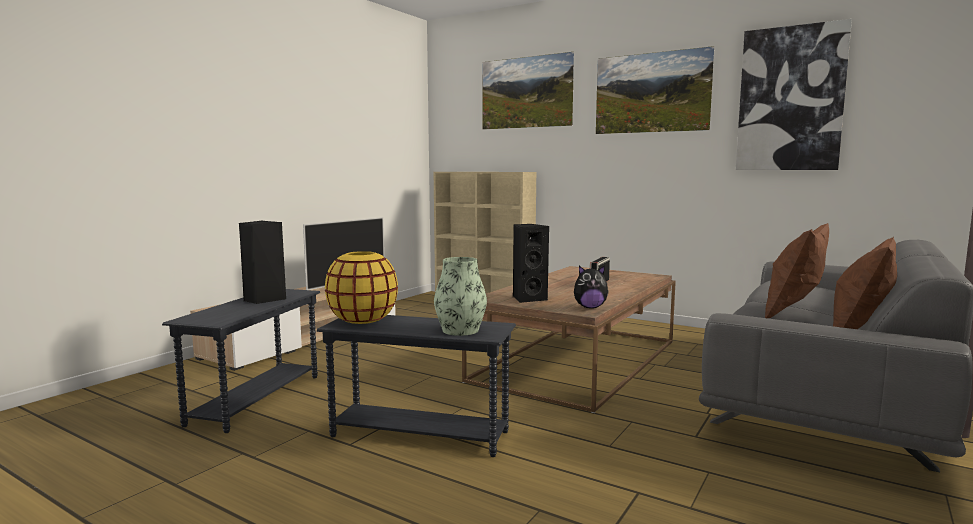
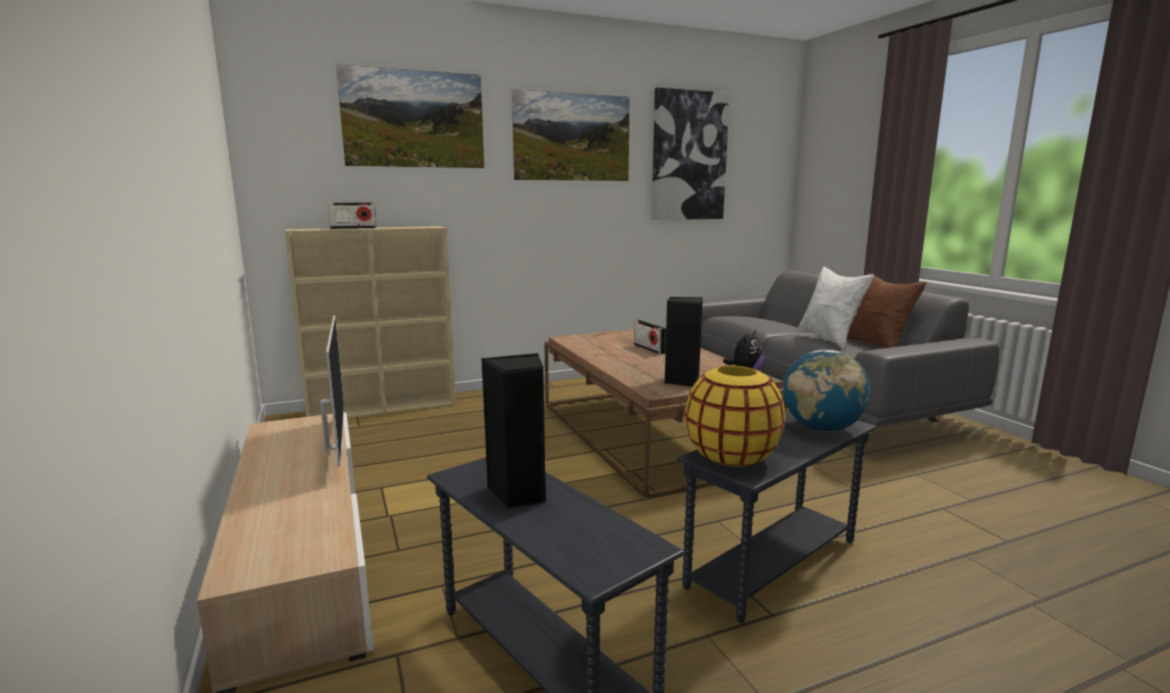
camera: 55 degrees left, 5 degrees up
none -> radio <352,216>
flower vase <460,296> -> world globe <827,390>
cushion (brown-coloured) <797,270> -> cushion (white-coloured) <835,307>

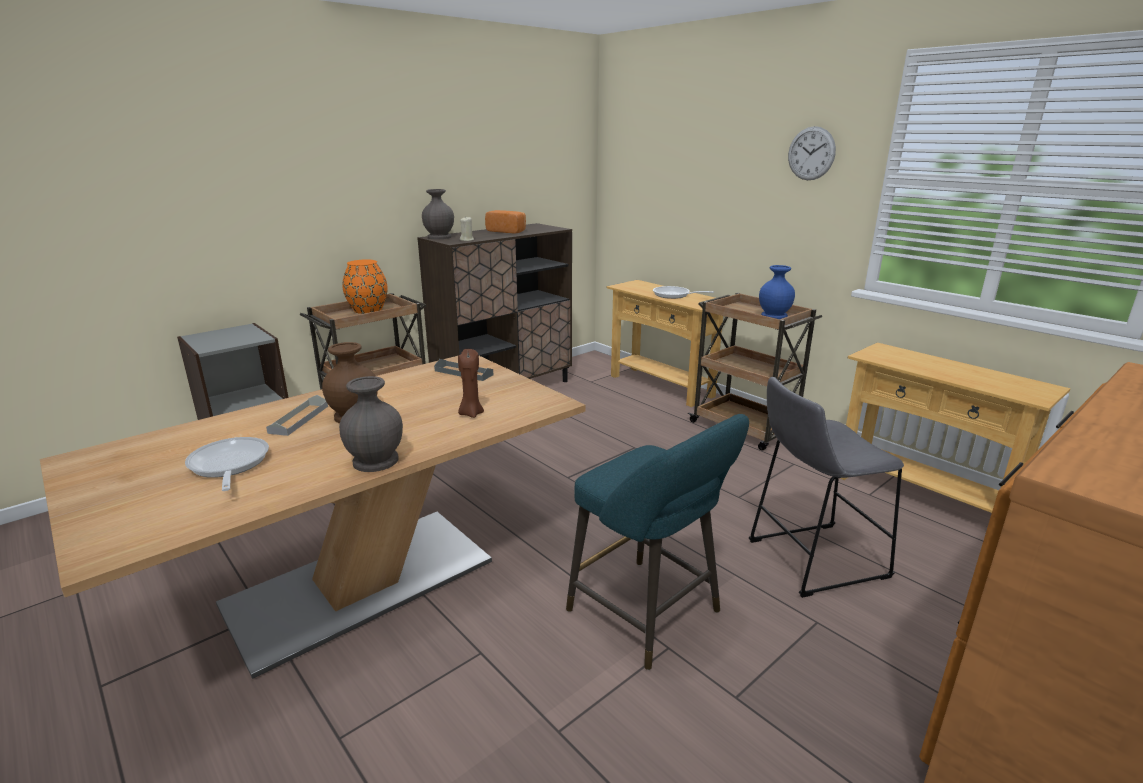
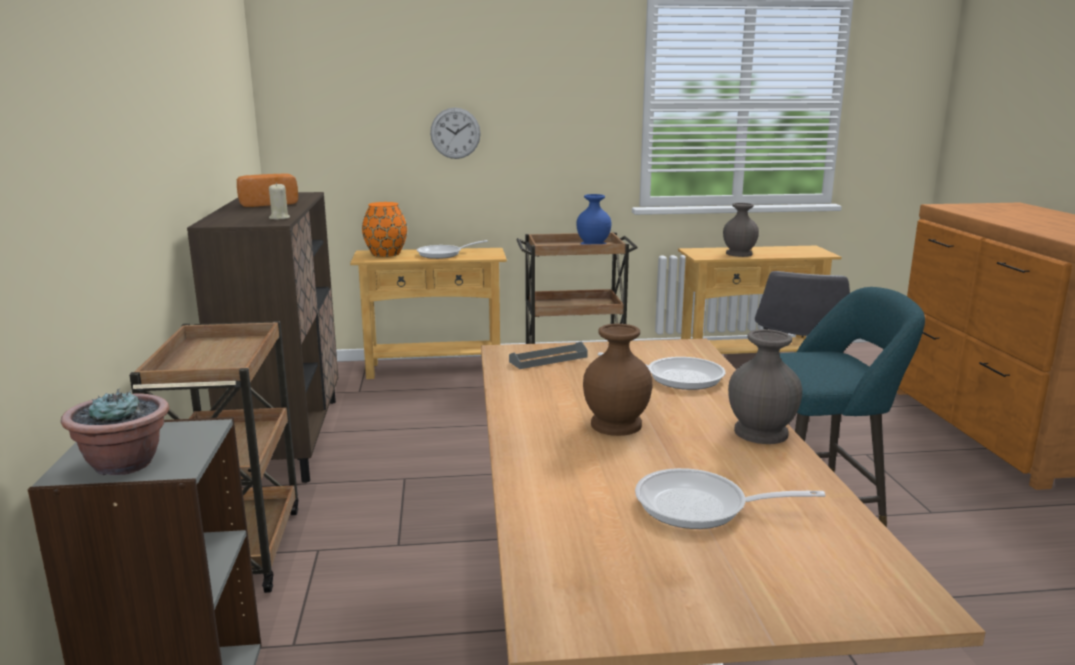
camera: 55 degrees left, 5 degrees down
serving tray (greyish) <297,415> -> none
none -> plant in a pot <115,431>
flower vase (orangey) <365,287> -> flower vase (orangey) <384,229>, shifted
flower vase (greyish) <438,214> -> flower vase (greyish) <741,230>, shifted
wall clock <812,153> -> wall clock <455,133>, shifted
candle (brown-coloured) <471,383> -> pan <661,371>

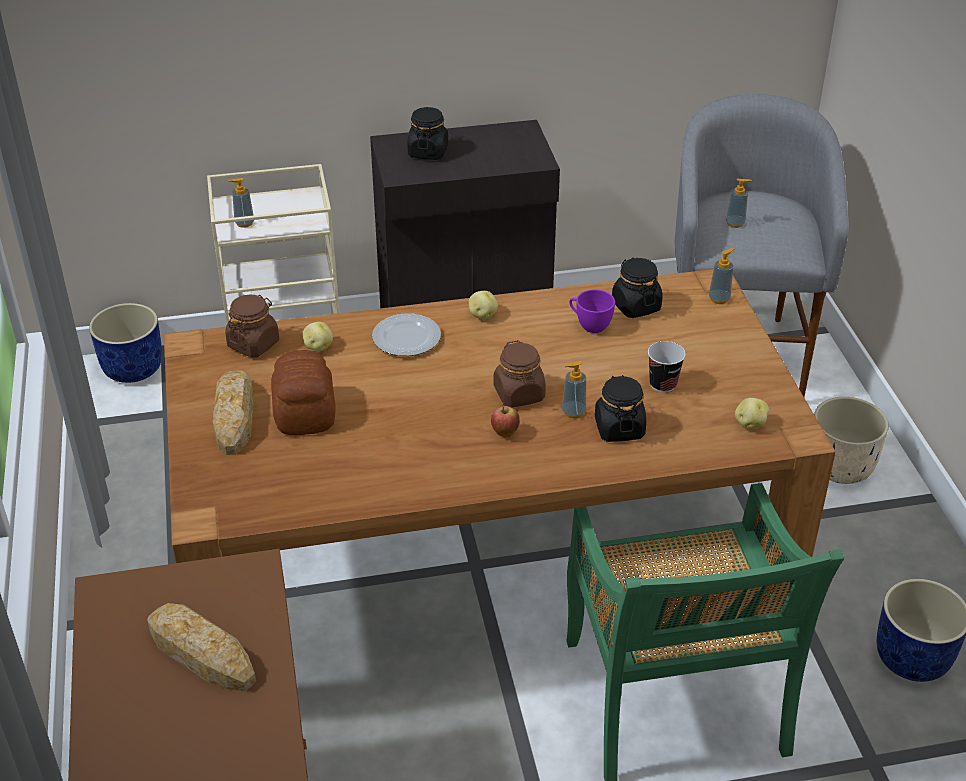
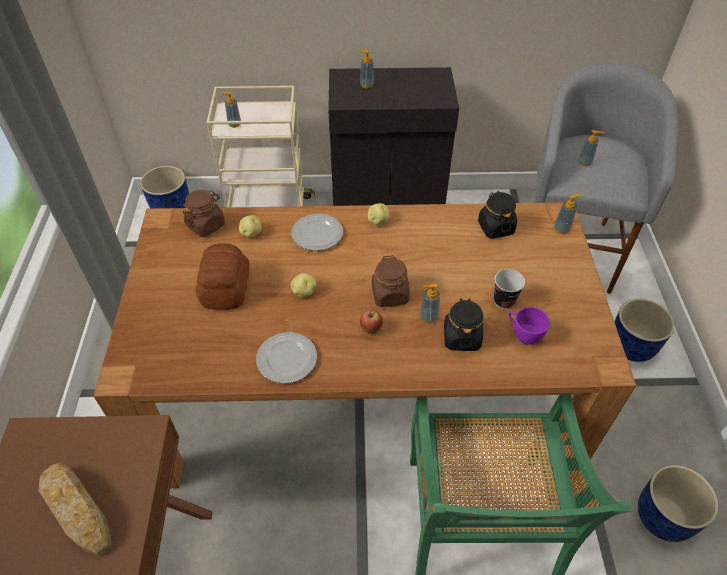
camera: 10 degrees right, 10 degrees up
bakery bread <233,412> -> none
none -> dinner plate <286,357>
cup (purple-coloured) <592,311> -> cup (purple-coloured) <529,326>, shifted
whole potato <752,413> -> whole potato <303,285>, shifted
preserve jar (blackish) <427,133> -> liquid soap bottle <367,69>
plant pot (beige) <851,440> -> plant pot (blue) <644,330>

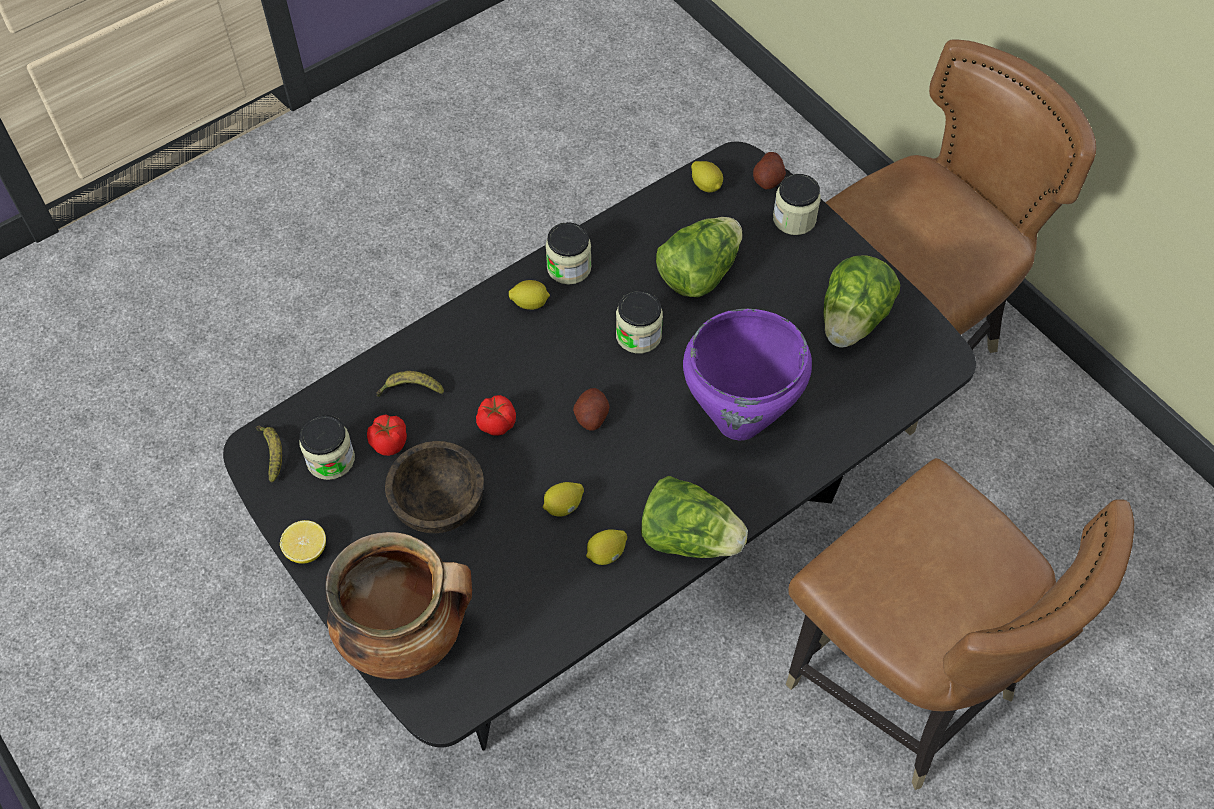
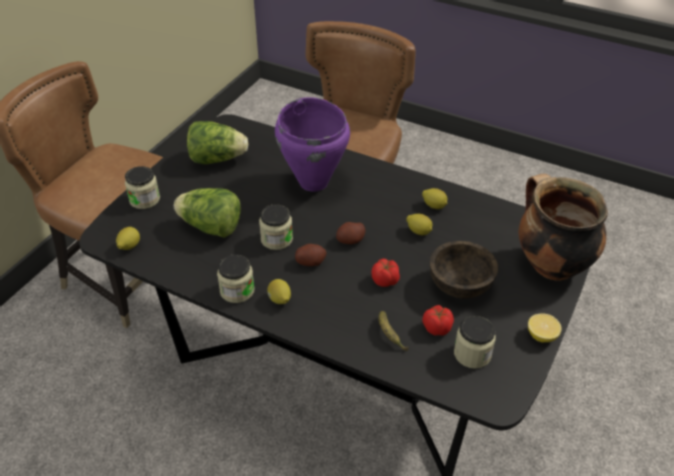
camera: 115 degrees left, 15 degrees down
whole banana <268,453> -> none
lettuce <694,517> -> none
whole potato <769,170> -> whole potato <311,255>, shifted

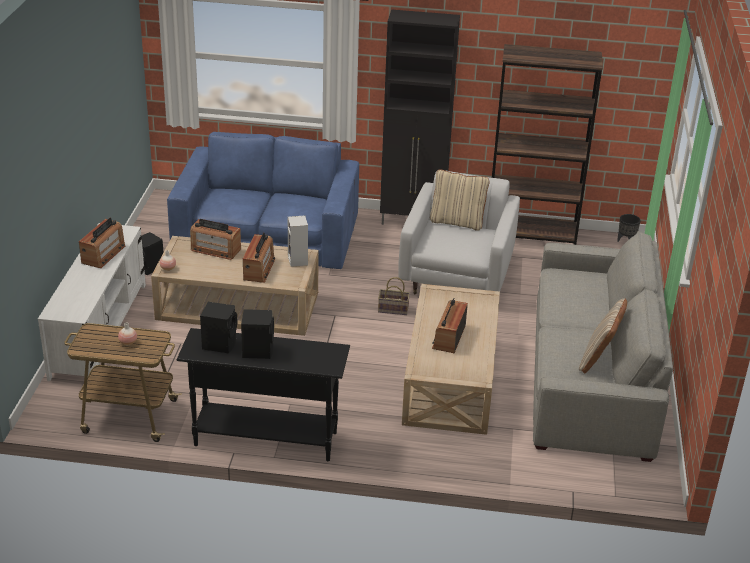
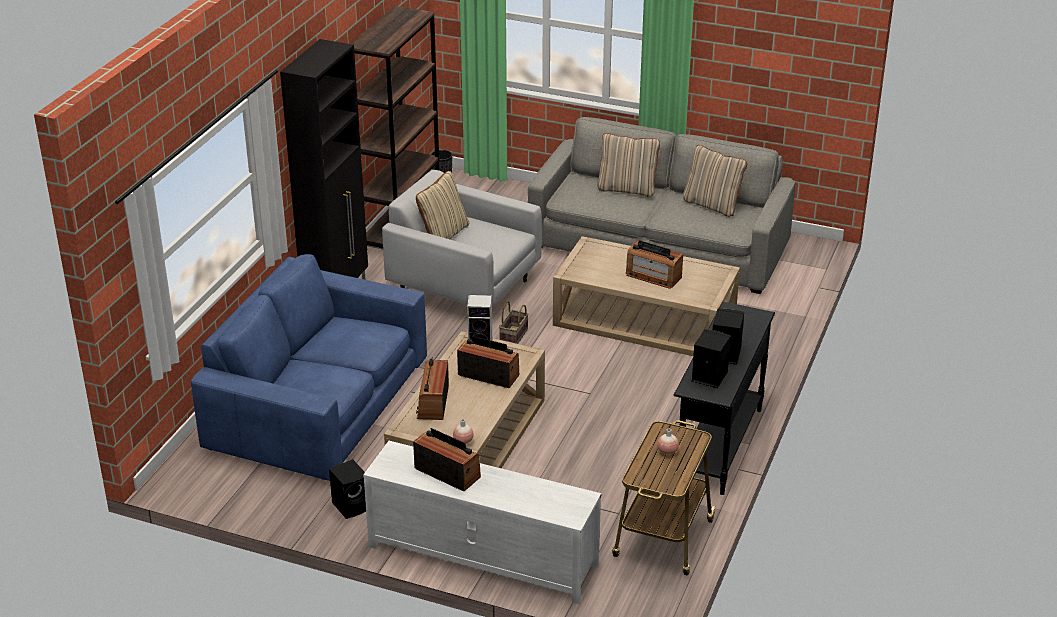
camera: 75 degrees left, 0 degrees up
none -> cushion (beige) <628,165>
radio <215,239> -> radio <432,388>, 150 degrees clockwise

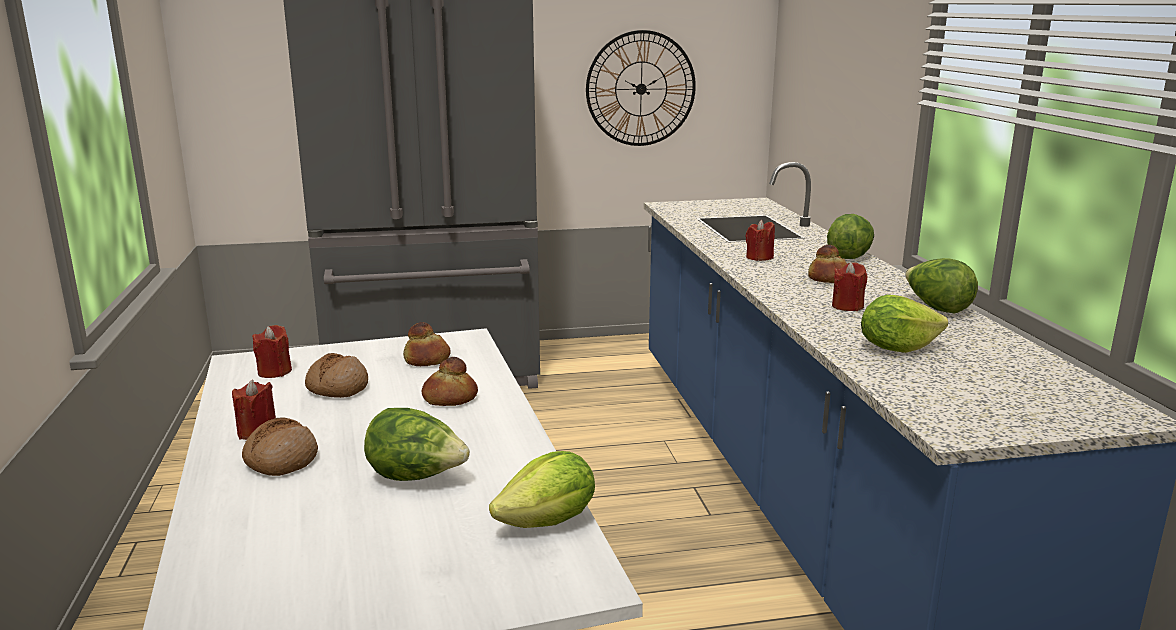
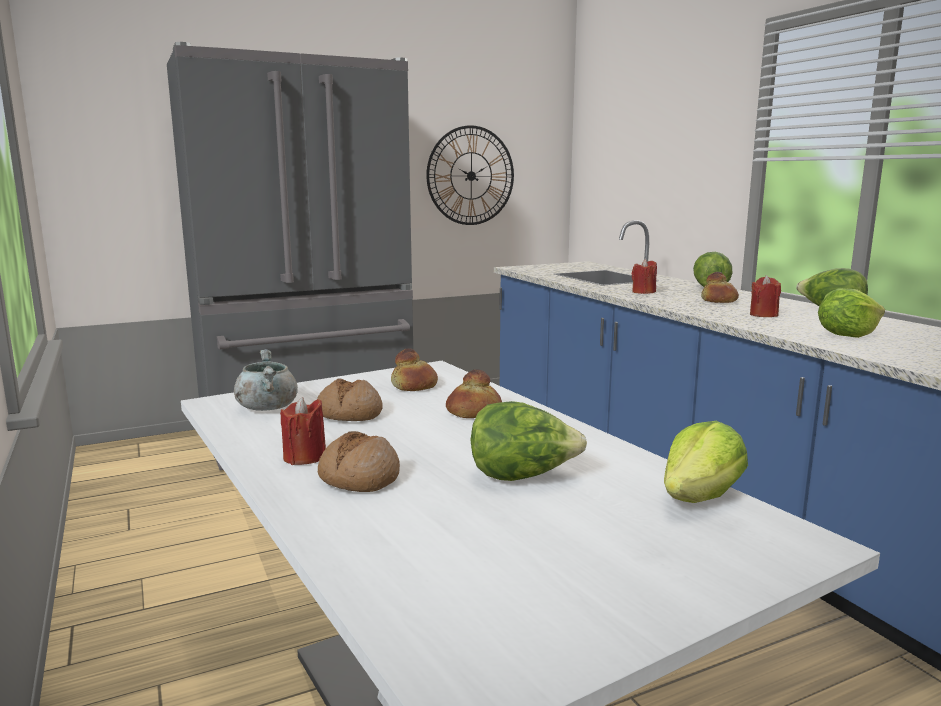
camera: 15 degrees left, 5 degrees down
candle (red-coloured) <272,351> -> cooking pot (greyish) <266,380>

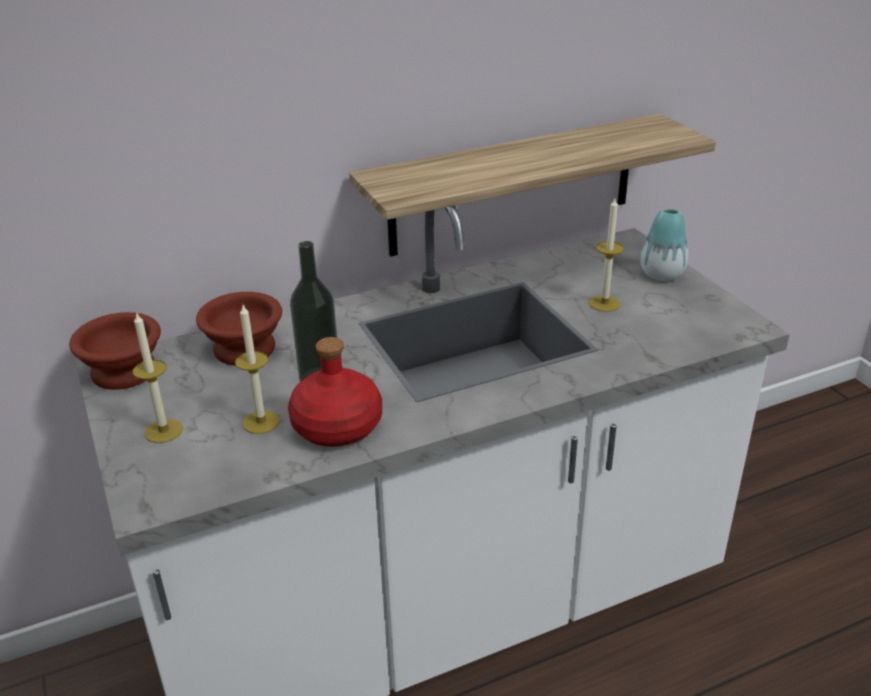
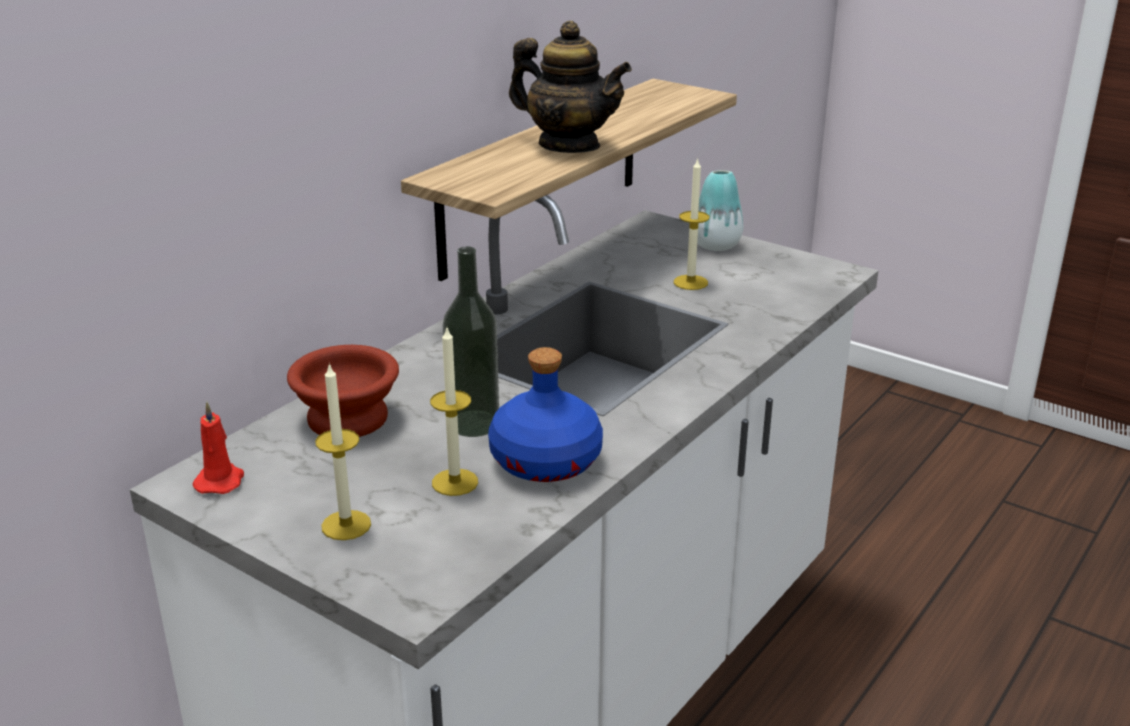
camera: 30 degrees left, 5 degrees down
none -> teapot <570,87>
serving bowl (brown-coloured) <115,351> -> candle (red-coloured) <218,448>
bottle (red-coloured) <335,392> -> bottle (blue) <545,414>

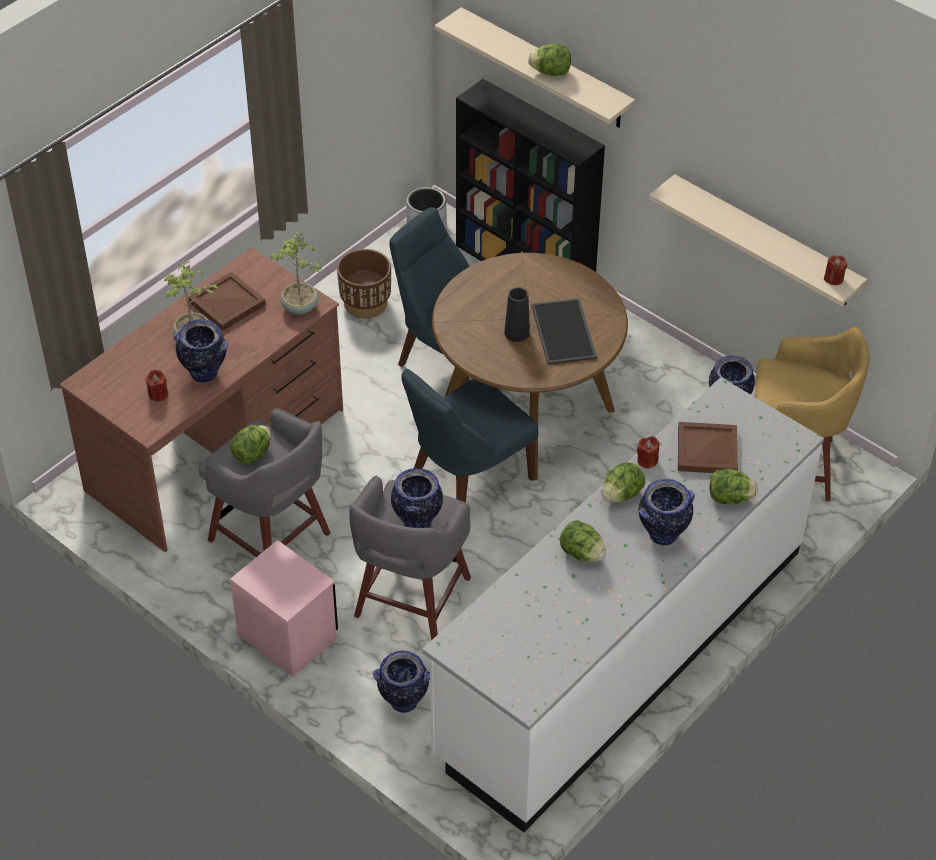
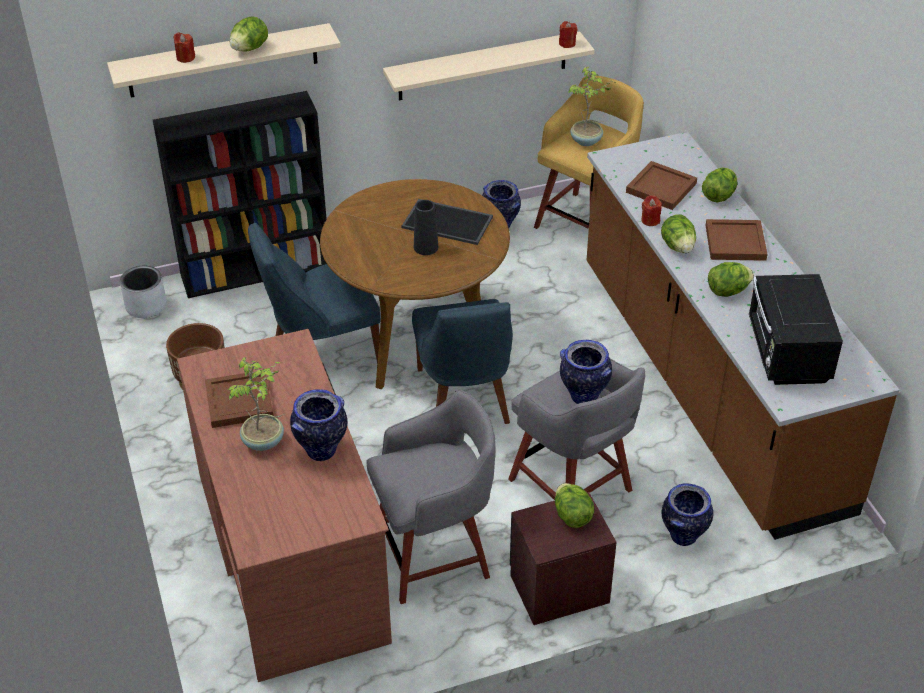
camera: 60 degrees left, 5 degrees down
none -> microwave (blackish) <796,329>
candle (red-coloured) <157,386> -> candle (red-coloured) <184,48>, shifted
lettuce <250,444> -> lettuce <574,505>, shifted
plant in a pot <296,273> -> plant in a pot <591,106>, shifted
flower vase <666,512> -> serving tray (brown-coloured) <736,240>
bedside table (pink-coloured) <284,608> -> bedside table (brown-coloured) <563,558>
kitchen base unit (white-coloured) <623,605> -> kitchen base unit (brown-coloured) <743,336>

